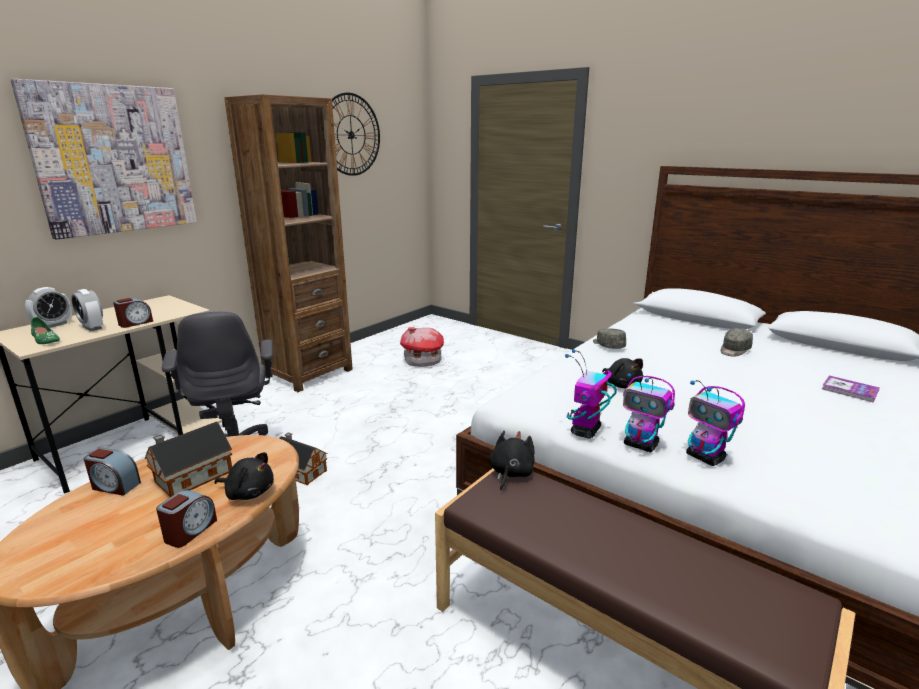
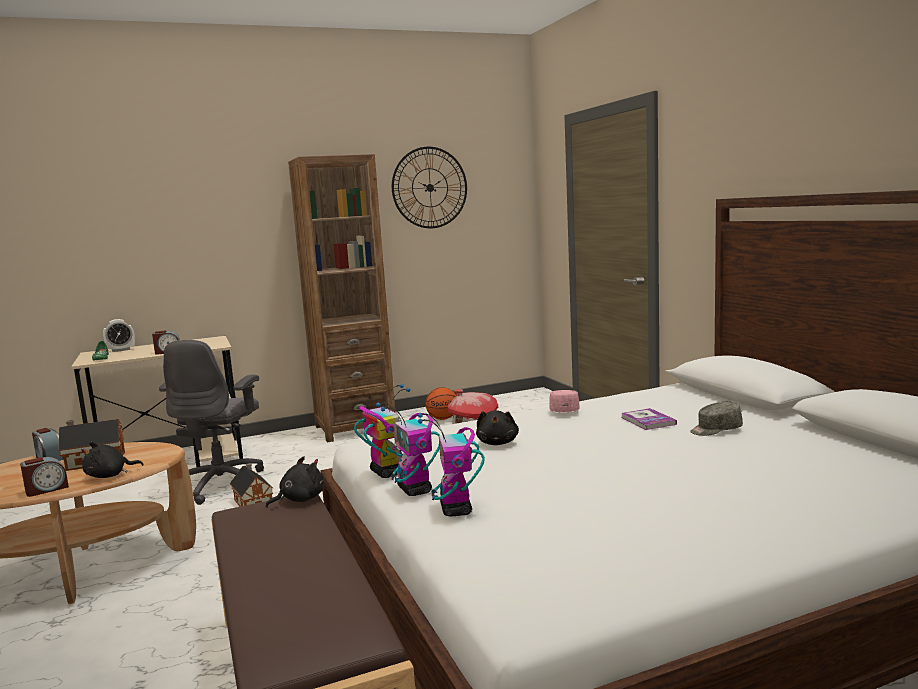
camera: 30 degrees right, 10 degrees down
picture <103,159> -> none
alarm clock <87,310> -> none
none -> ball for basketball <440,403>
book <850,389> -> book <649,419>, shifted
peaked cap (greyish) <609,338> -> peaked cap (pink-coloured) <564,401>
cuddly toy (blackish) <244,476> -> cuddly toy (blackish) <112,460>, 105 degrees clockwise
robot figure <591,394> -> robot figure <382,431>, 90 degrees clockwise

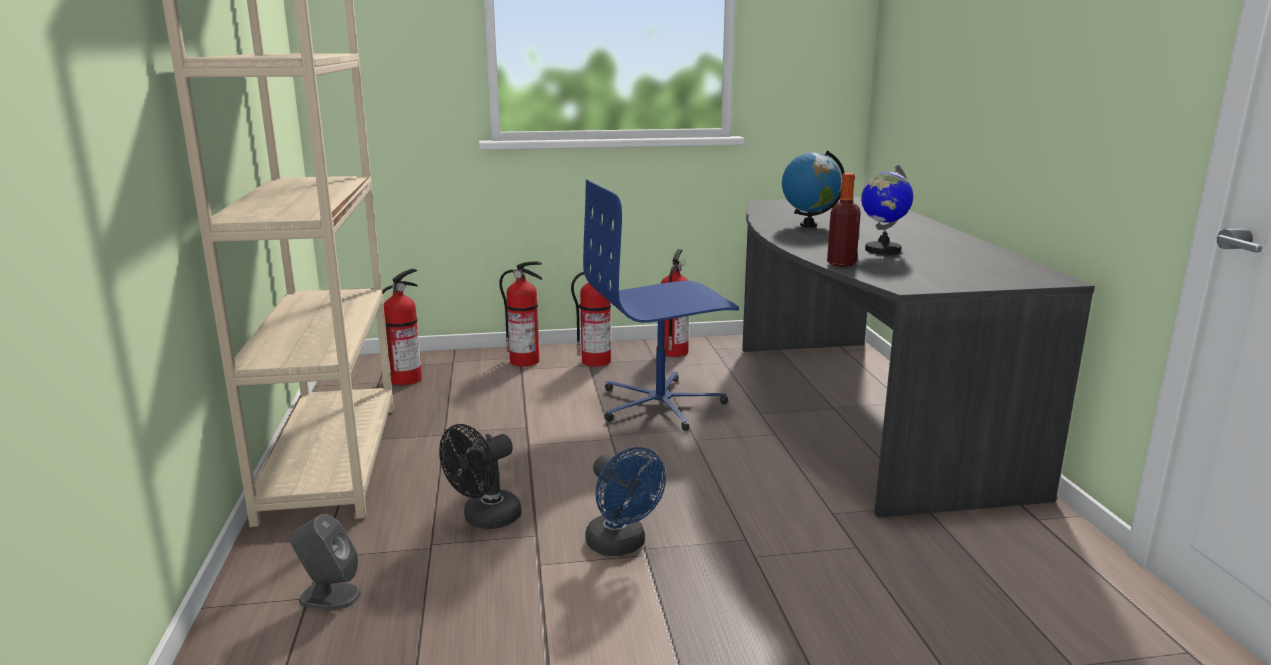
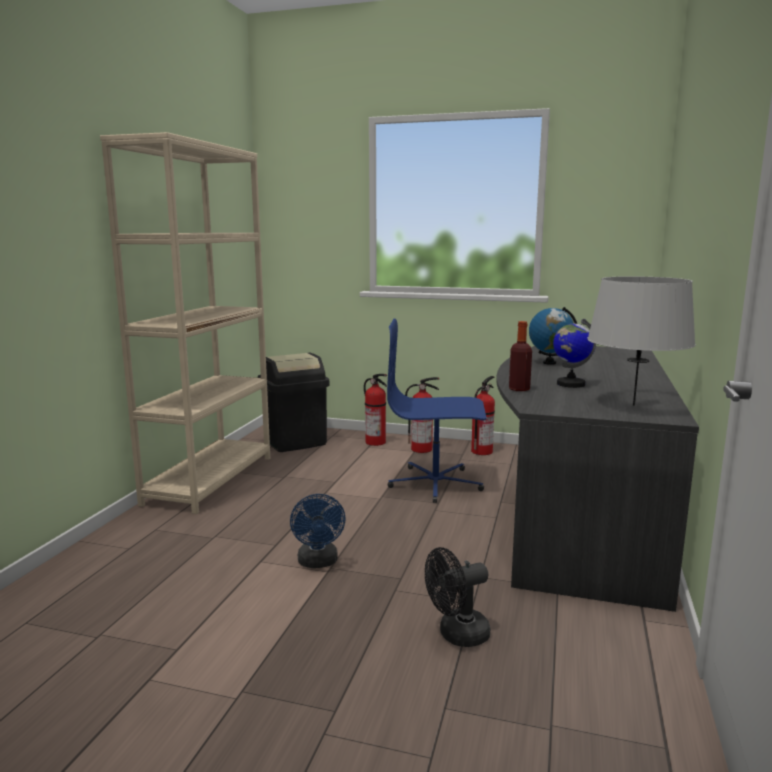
camera: 25 degrees right, 5 degrees down
speaker (greyish) <325,562> -> none
none -> lamp for a table (greyish) <641,341>
electric fan (blackish) <480,476> -> electric fan (blackish) <457,597>, shifted
fire-fighting cylinder <402,327> -> waste bin (blackish) <293,402>

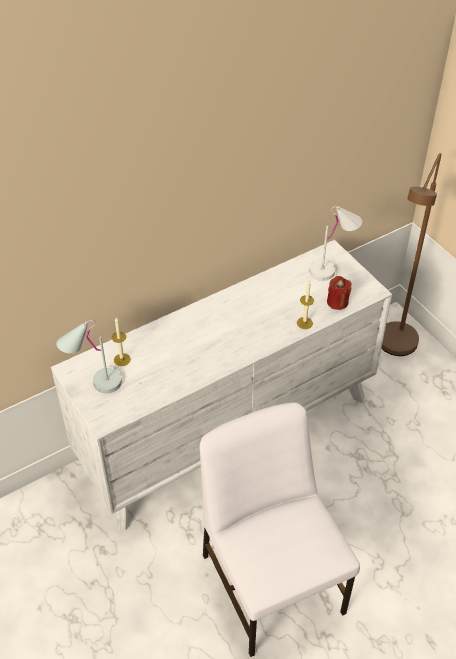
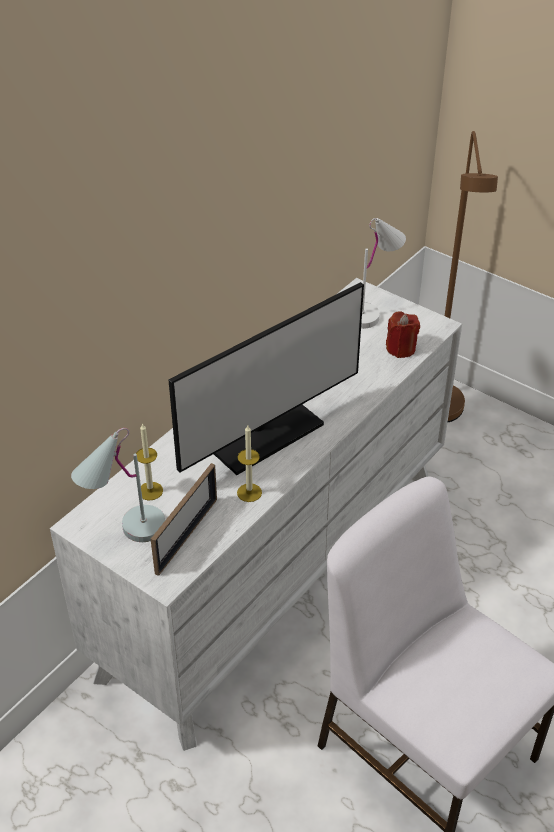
camera: 20 degrees left, 5 degrees down
none -> standing frame <184,519>
none -> monitor <266,378>
candle <305,305> -> candle <249,463>, shifted

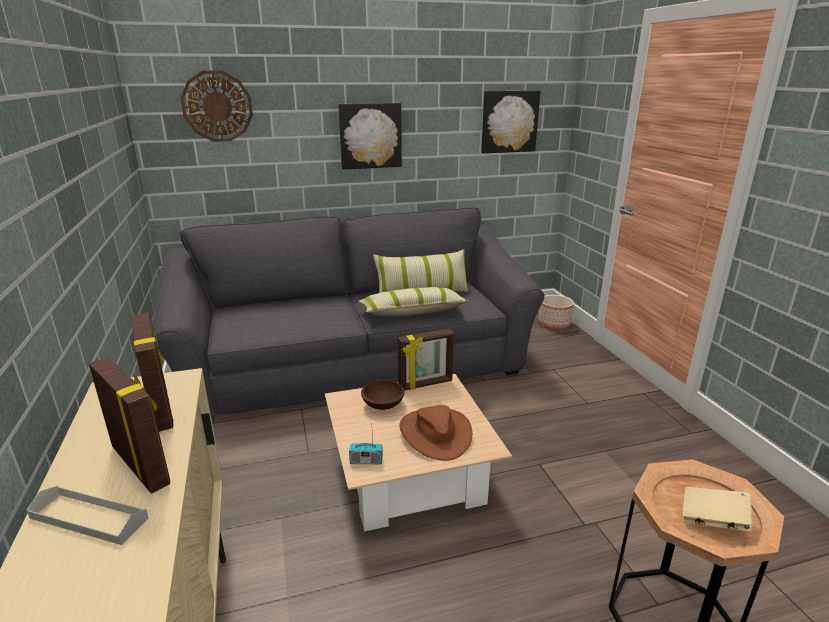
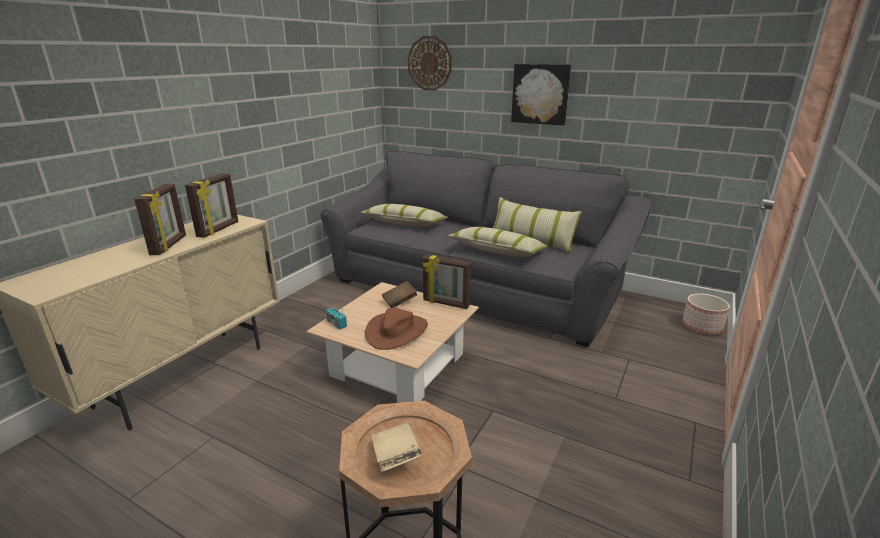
camera: 45 degrees right, 0 degrees up
serving tray (greyish) <87,515> -> none
picture <510,122> -> none
none -> cushion <404,215>
serving bowl (brown-coloured) <383,395> -> book (brown-coloured) <400,294>

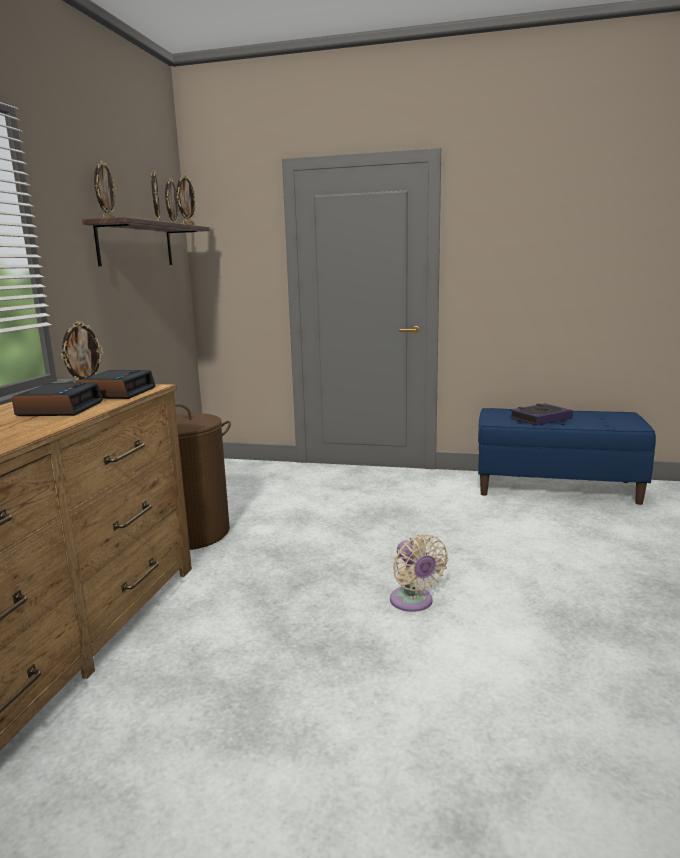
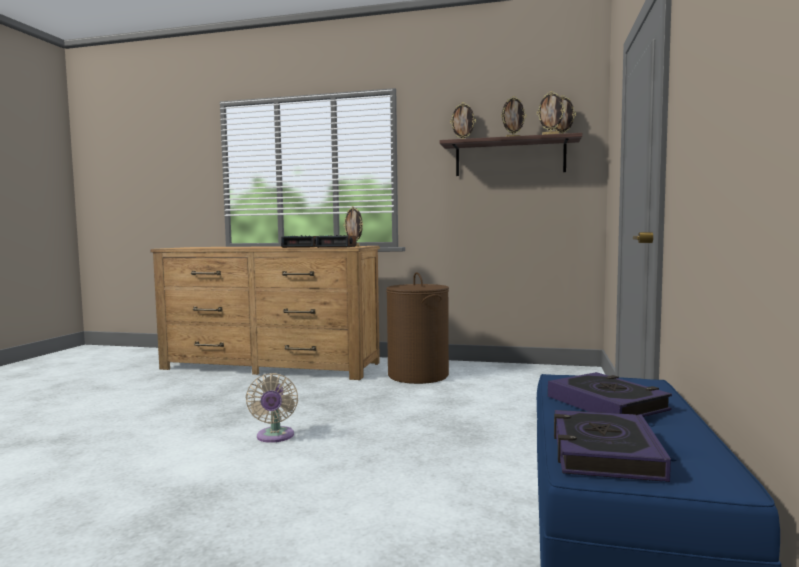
camera: 90 degrees right, 10 degrees down
none -> book <612,446>
electric fan (beige) <419,573> -> electric fan (beige) <272,408>, 75 degrees counterclockwise

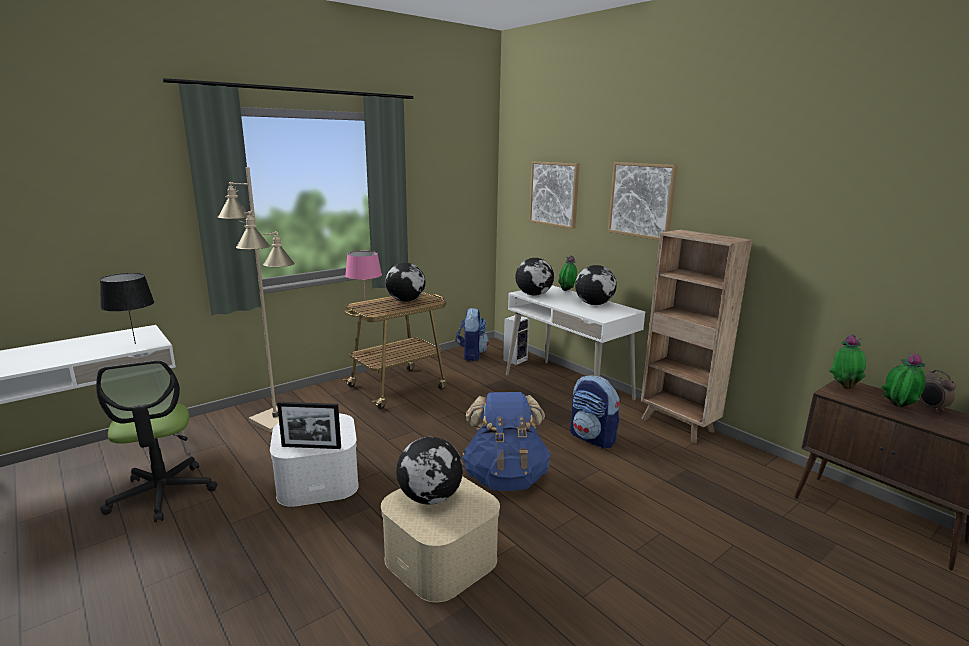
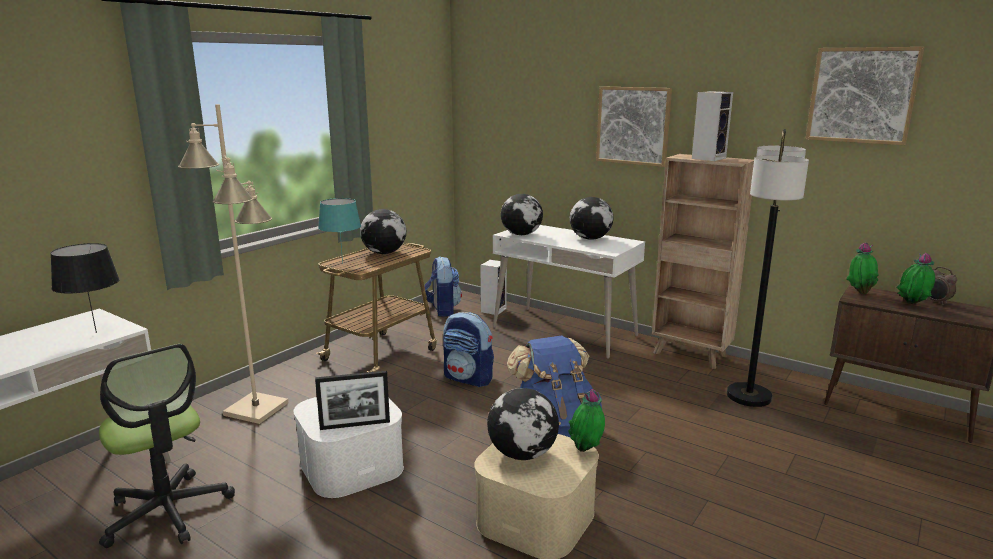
camera: 15 degrees left, 0 degrees up
none -> speaker <712,126>
none -> standing lamp <768,268>
picture <554,195> -> picture <865,96>, shifted
plant in a pot <567,273> -> plant in a pot <587,420>, shifted
backpack <595,412> -> backpack <468,349>, shifted
lamp for a table (pink-coloured) <363,278> -> lamp for a table (turquoise) <339,231>

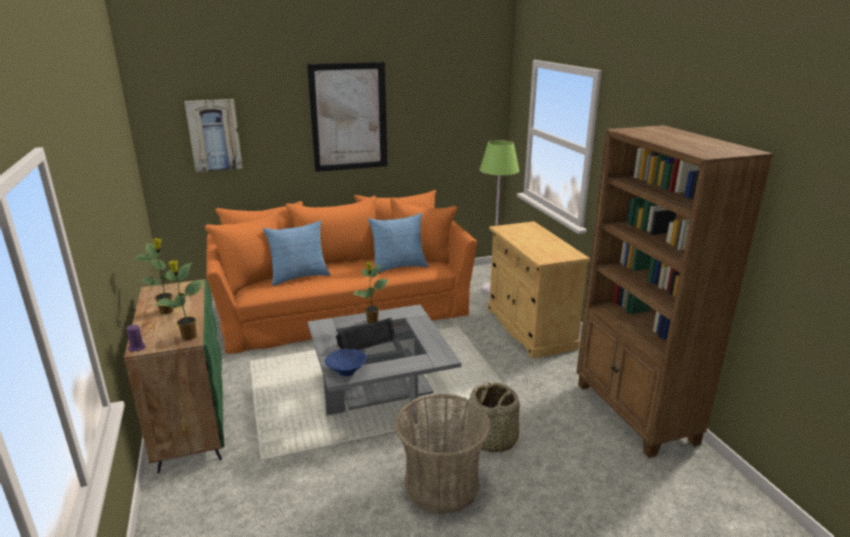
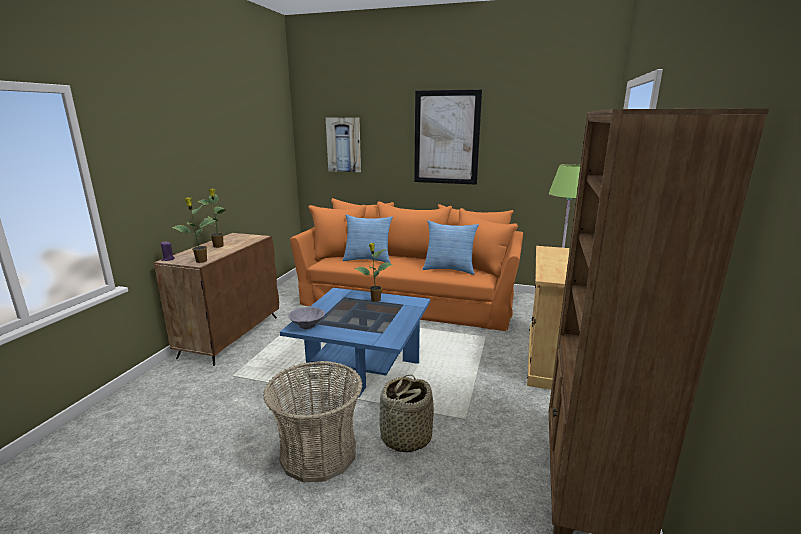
camera: 35 degrees right, 5 degrees down
speaker (blackish) <366,334> -> none
storage cabinet (greenish) <174,376> -> storage cabinet (brown-coloured) <216,299>
lounge table (greyish) <384,364> -> lounge table (blue) <355,342>
serving bowl (blue) <345,362> -> serving bowl (greyish) <306,318>

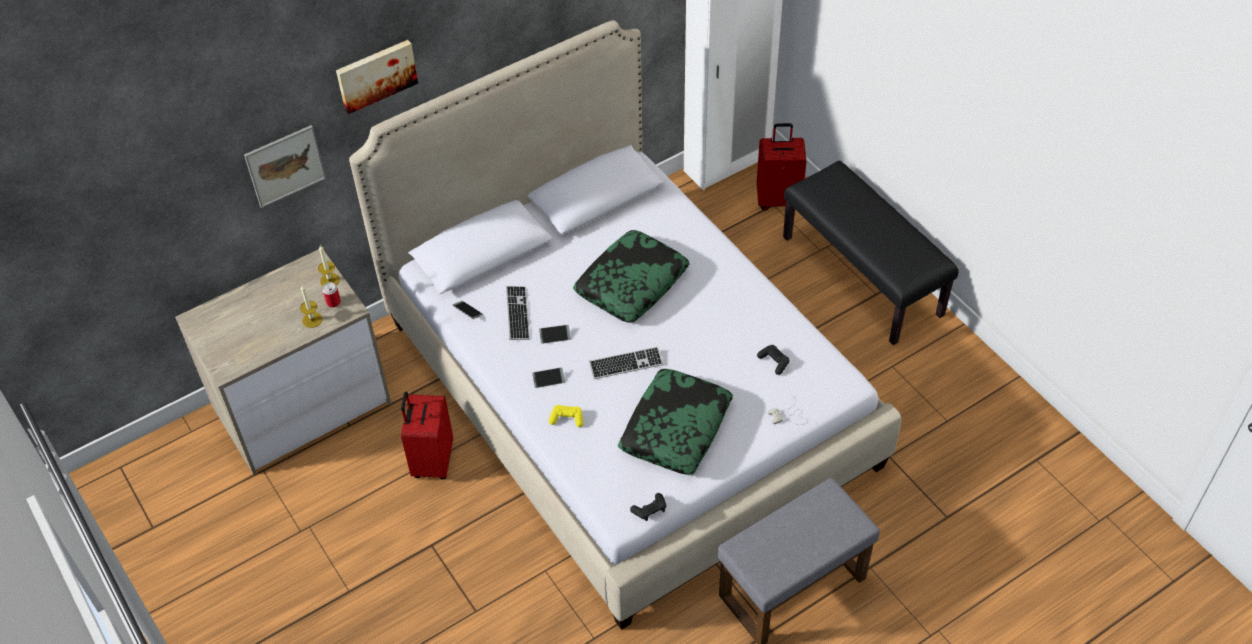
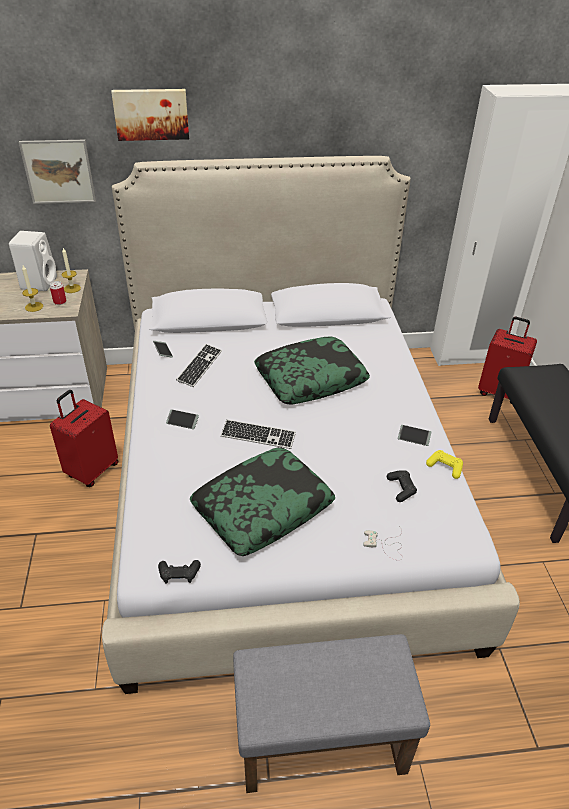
camera: 25 degrees right, 10 degrees down
none -> speaker (white-coloured) <33,261>
phone <555,334> -> phone <415,435>, shifted
game controller (yellowish) <566,416> -> game controller (yellowish) <444,464>, shifted

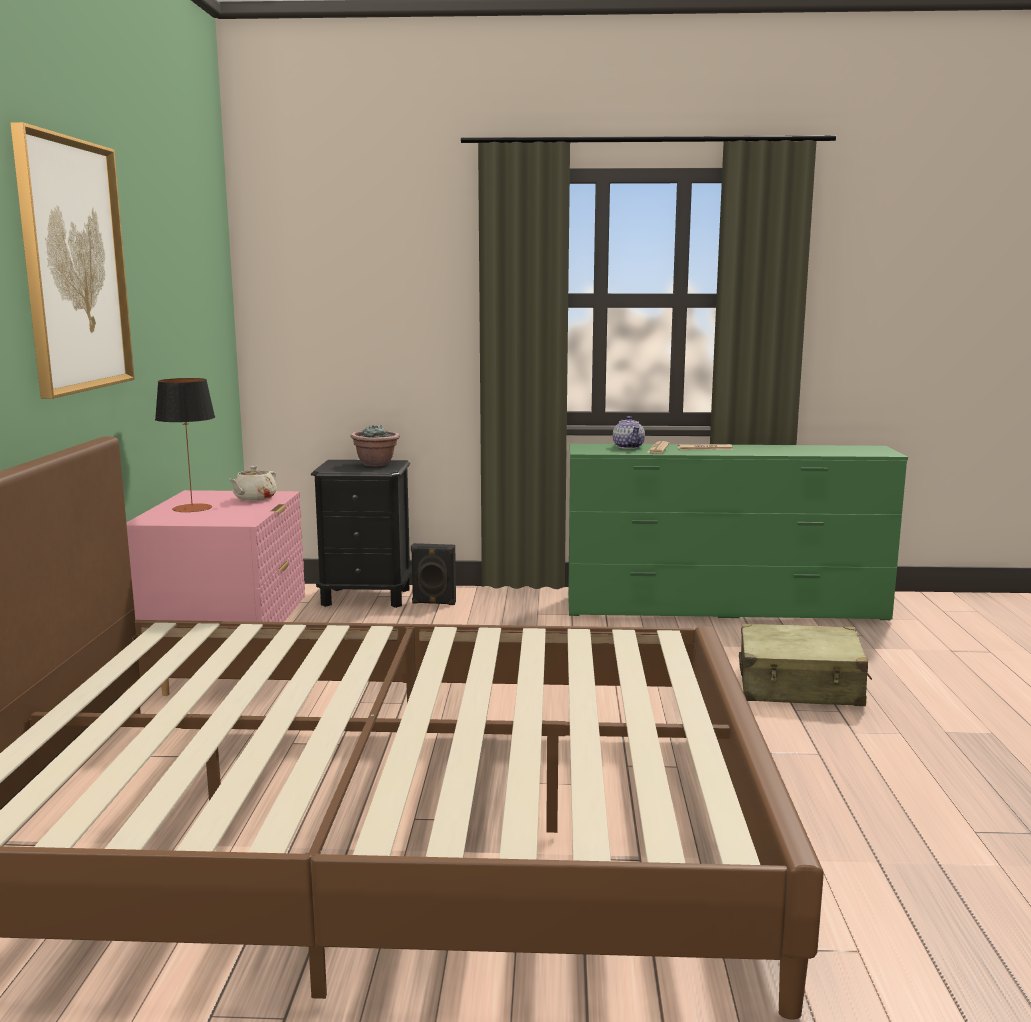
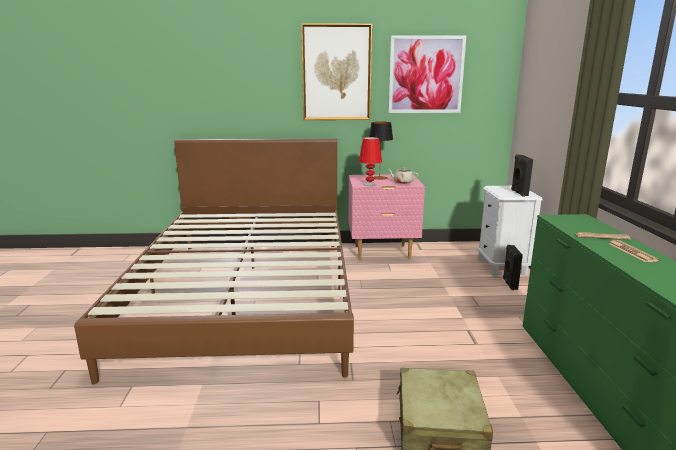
camera: 85 degrees right, 5 degrees up
teapot <629,432> -> none
none -> lamp for a table (red-coloured) <370,161>
none -> picture <427,74>
plant in a pot <375,445> -> speaker (blackish) <522,175>
bedside table (blackish) <361,534> -> bedside table (white-coloured) <509,231>

